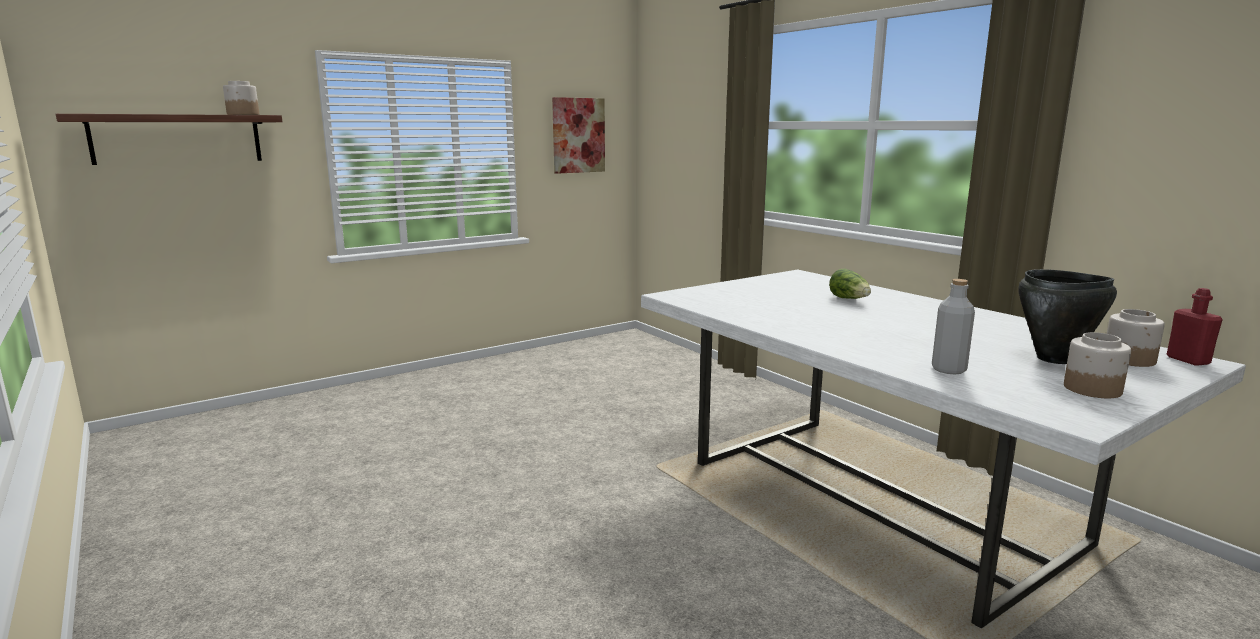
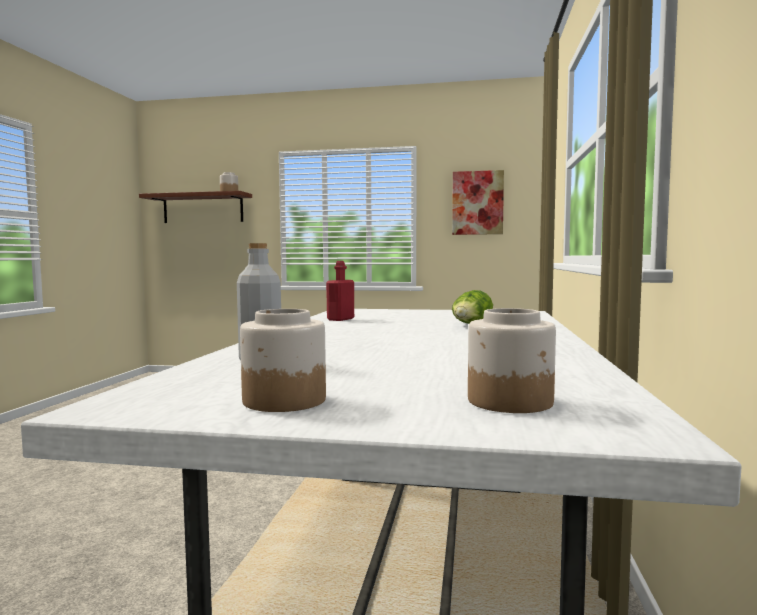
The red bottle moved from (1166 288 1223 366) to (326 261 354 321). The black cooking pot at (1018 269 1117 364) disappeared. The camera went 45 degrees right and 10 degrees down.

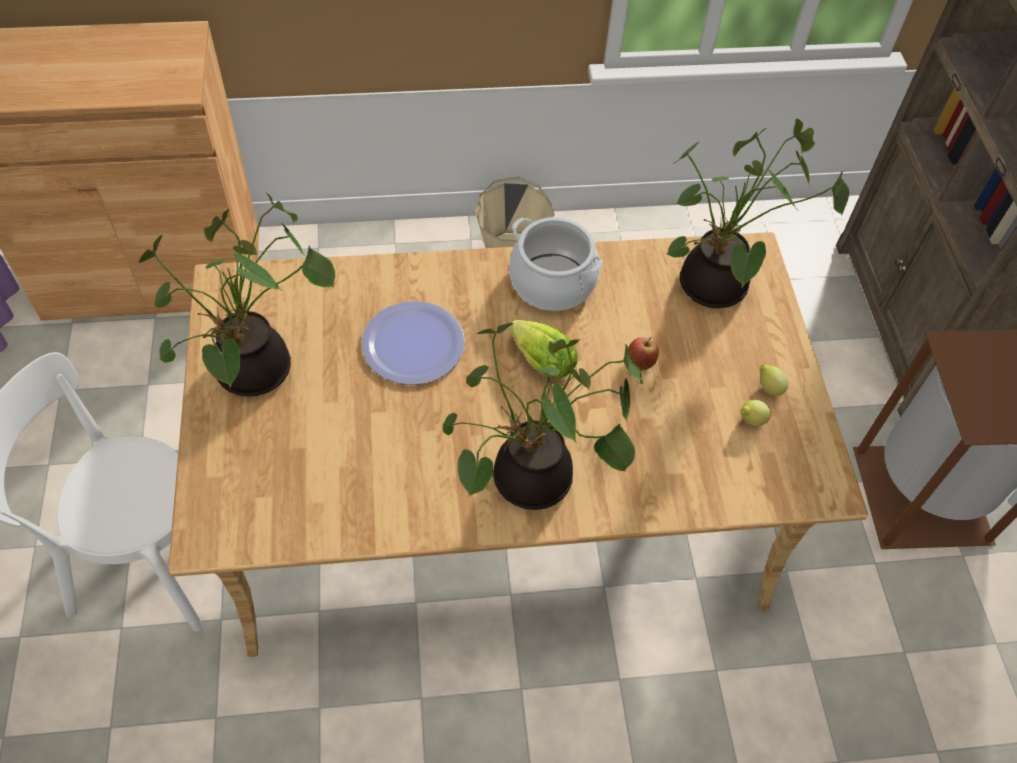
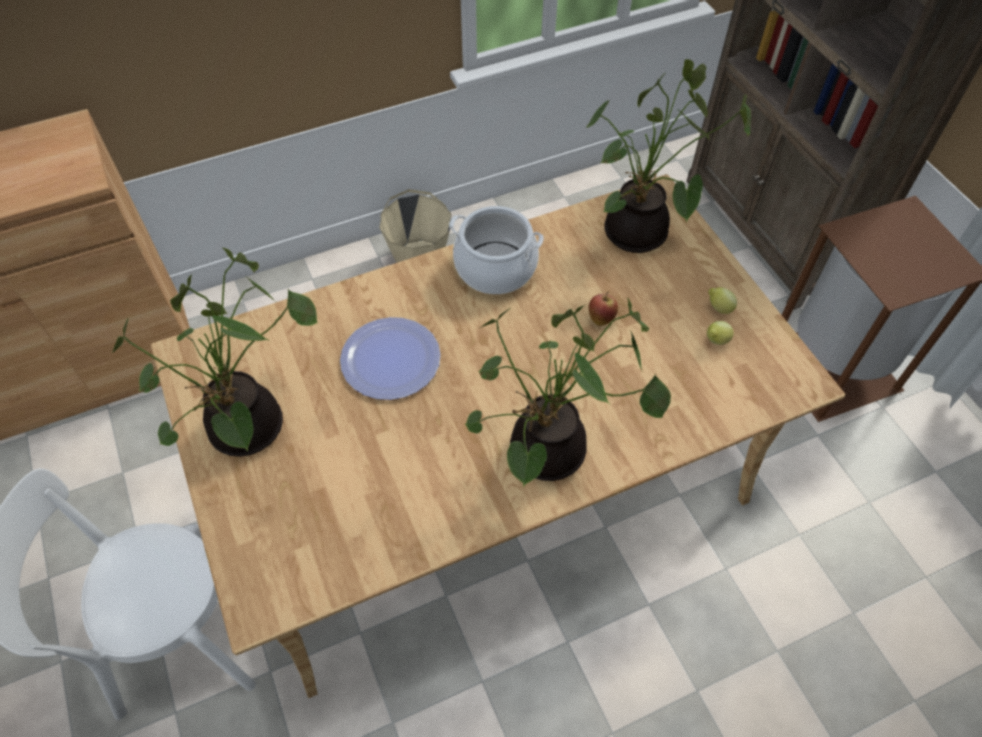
The lettuce at (509 320 578 379) disappeared. The camera went 15 degrees left and 0 degrees up.

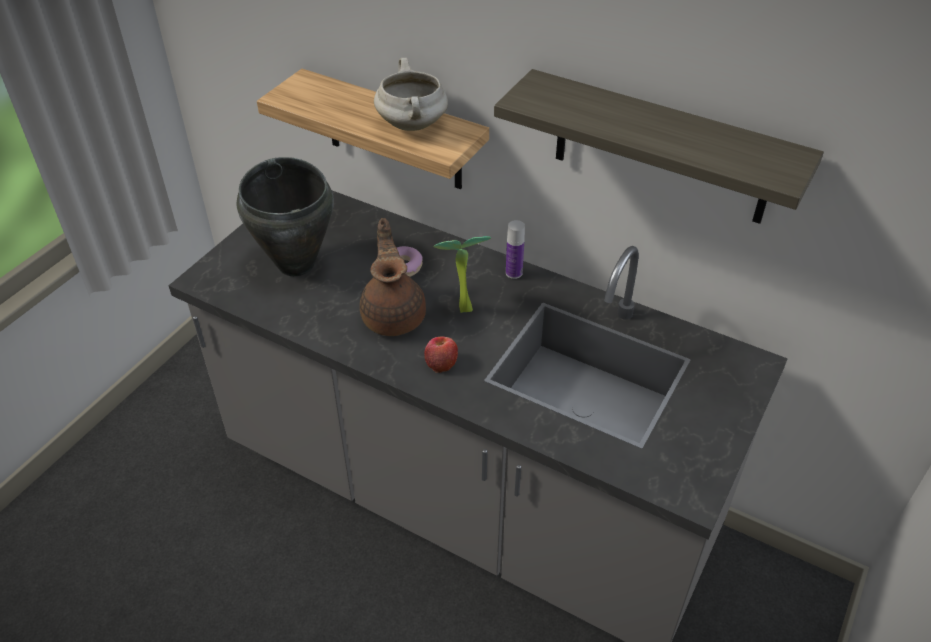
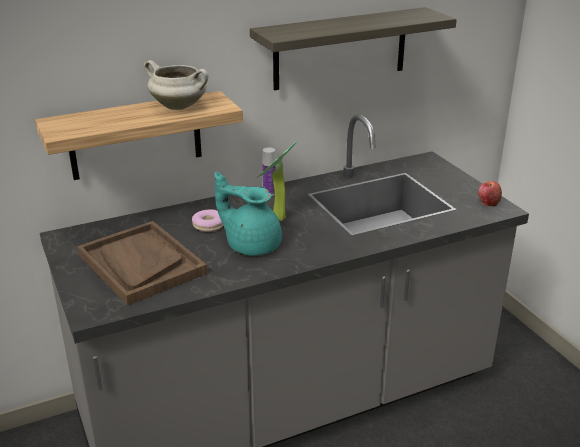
The black cooking pot at (237 157 334 276) was replaced by the brown tray at (77 221 207 306). The brown teapot at (360 218 426 336) became the turquoise teapot at (214 172 282 256). The apple moved from (424 336 458 373) to (478 181 502 207). The camera went 55 degrees left and 15 degrees down.

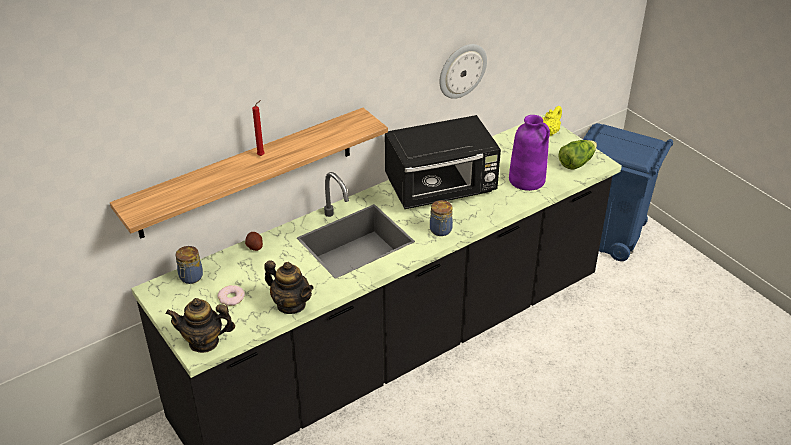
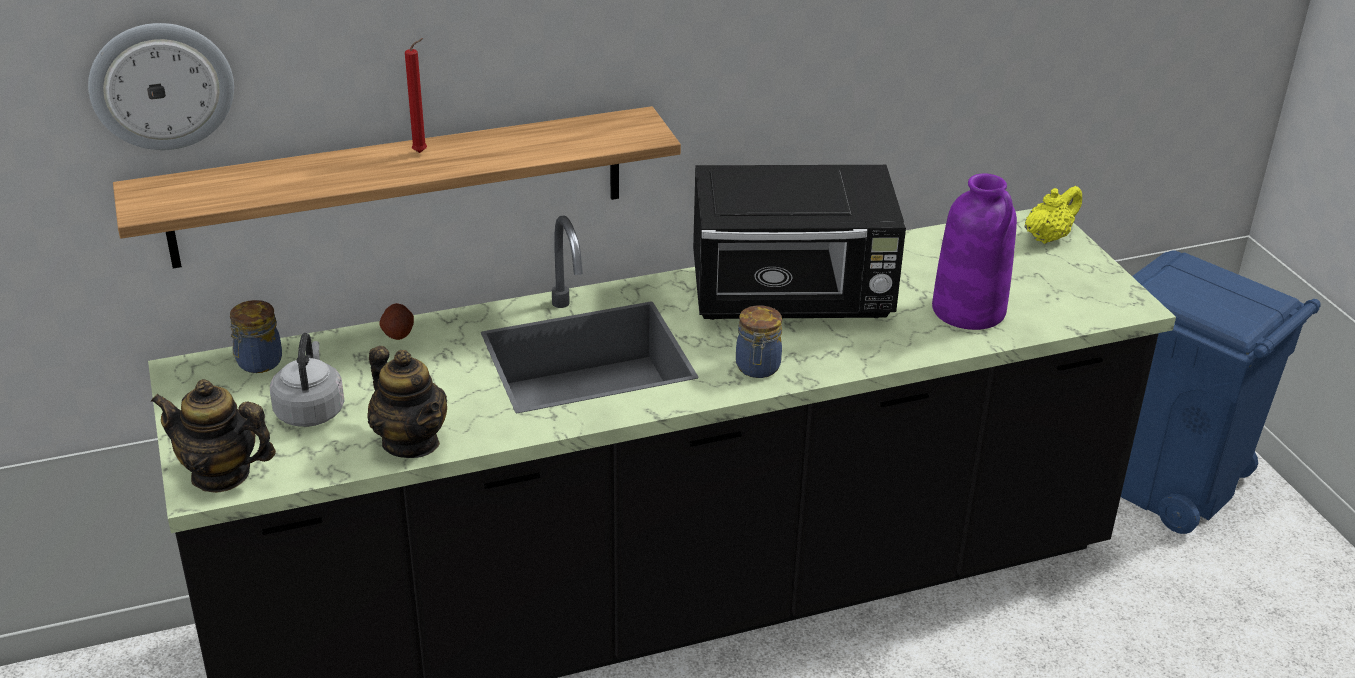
The wall clock moved from (439 44 487 99) to (88 23 234 150). The donut at (218 285 245 306) was replaced by the grey kettle at (270 333 345 427). The lettuce at (559 140 597 170) disappeared. The camera went 15 degrees right and 5 degrees down.

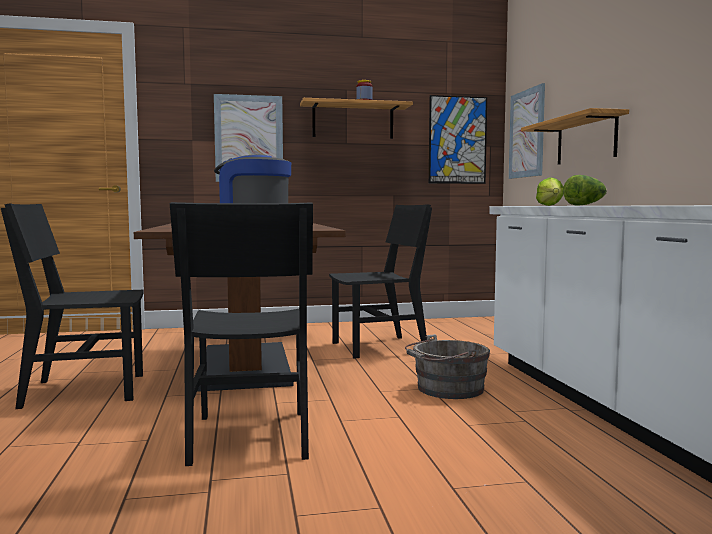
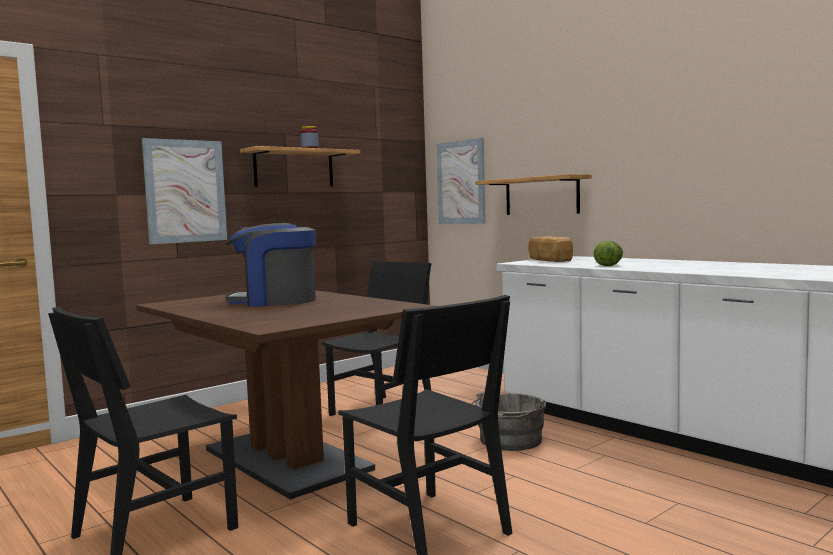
The lettuce at (536 177 564 206) was replaced by the bread at (528 236 573 262). The picture at (429 95 487 184) disappeared. The camera went 30 degrees left and 0 degrees up.

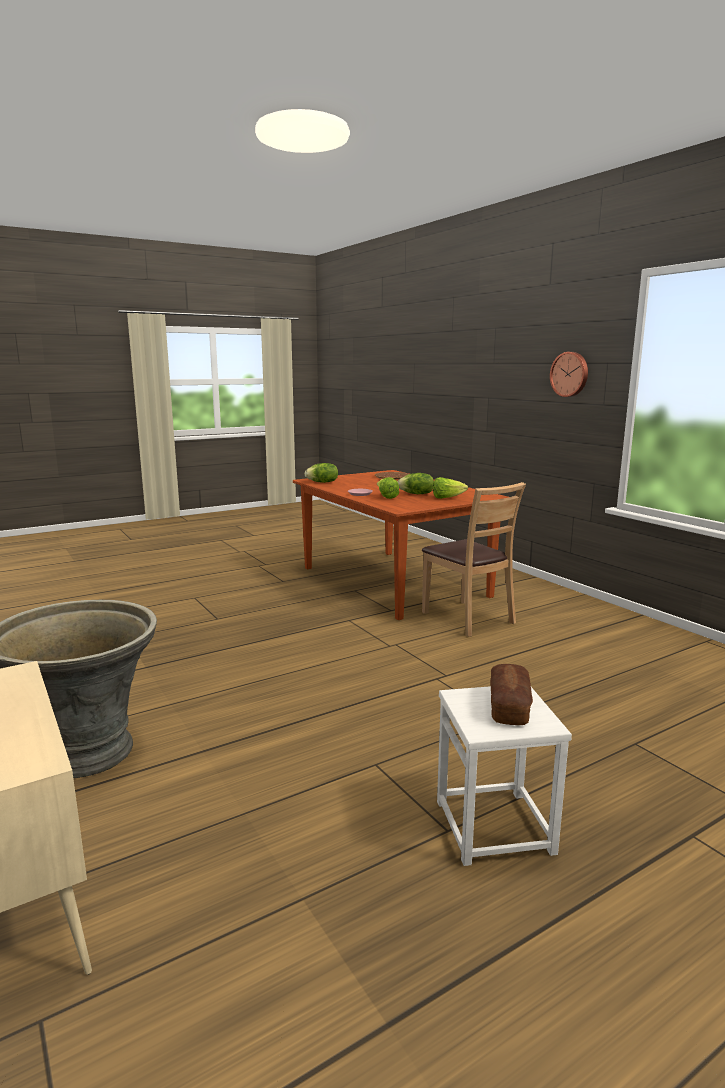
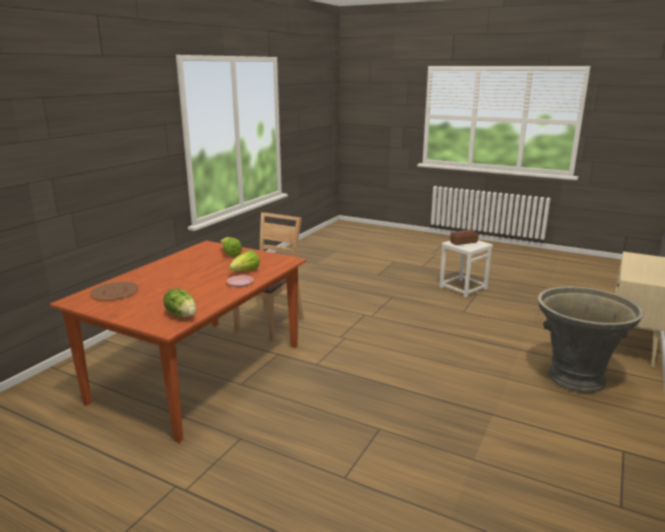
The lettuce at (397 473 434 494) disappeared. The wall clock at (550 352 588 397) disappeared. The camera went 120 degrees left and 5 degrees up.

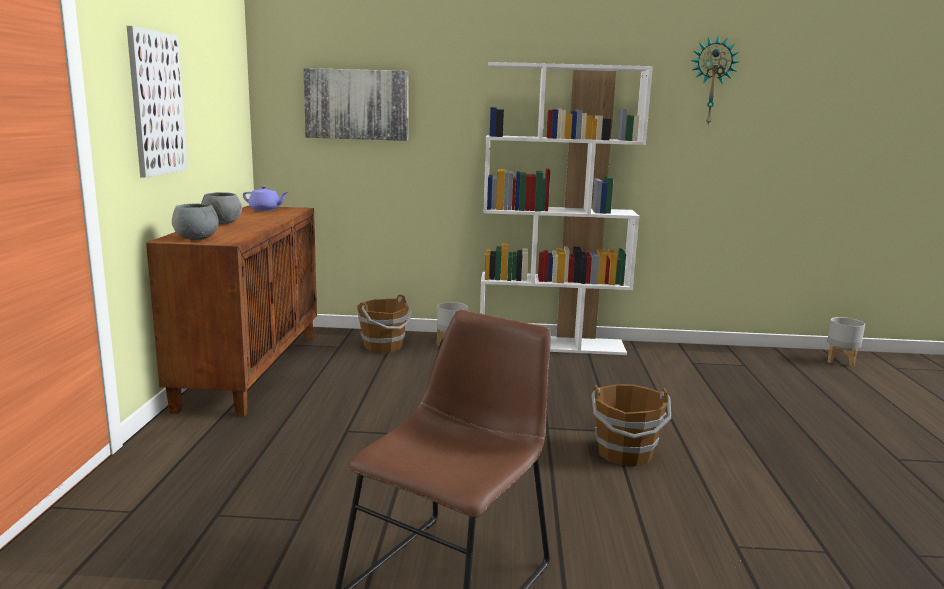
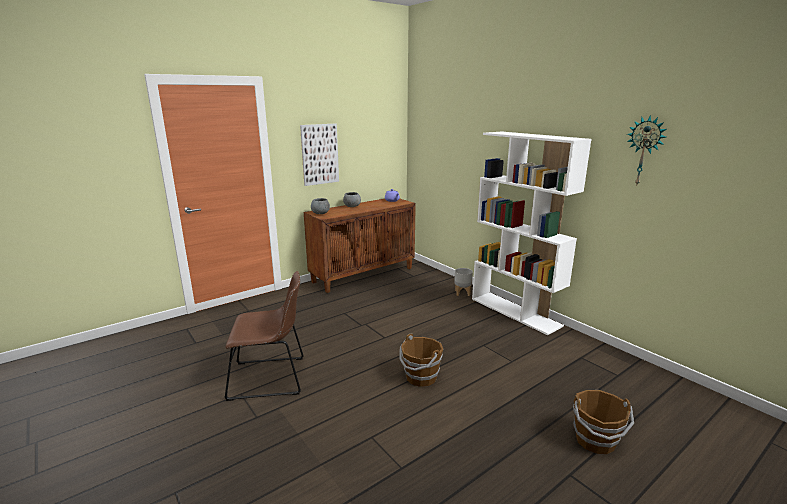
The brown bucket moved from (357 294 412 353) to (573 390 634 454). The picture at (303 68 409 141) disappeared. The grey planter at (827 317 865 367) disappeared. The camera went 50 degrees right and 5 degrees up.

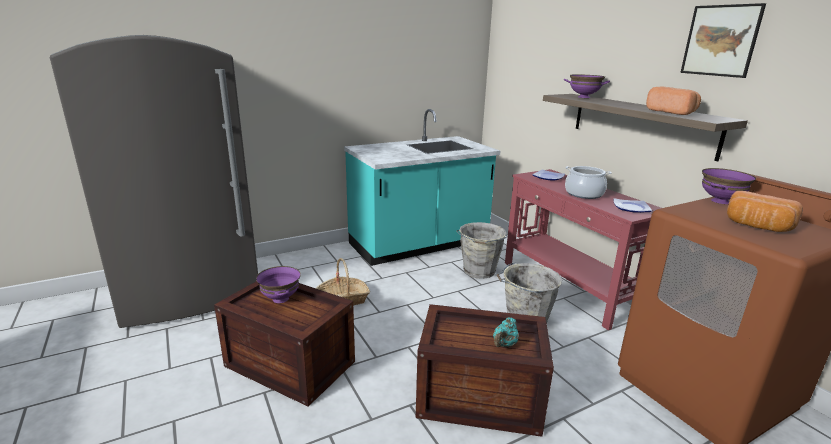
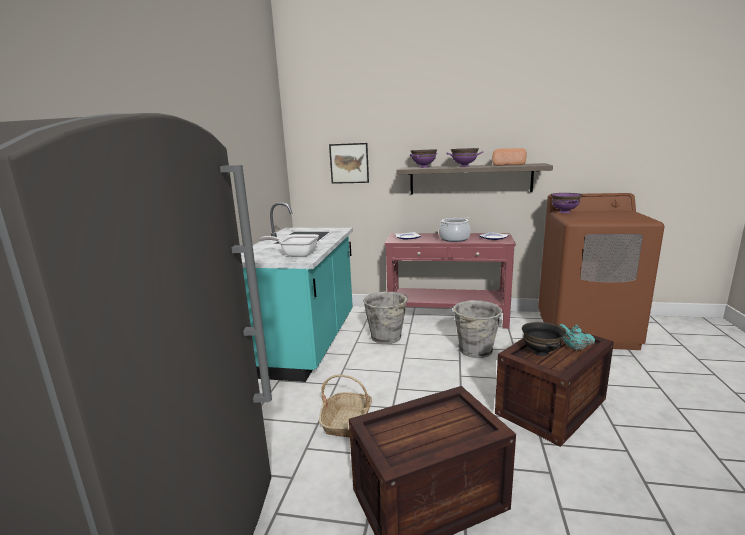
The frying pan at (259 234 319 257) appeared. The picture moved from (680 3 766 78) to (329 143 369 184). The purple bowl moved from (256 266 301 303) to (446 148 483 167). The black bowl at (522 322 565 356) appeared. The turquoise teapot at (493 317 519 348) turned 150 degrees clockwise. The bread at (727 191 803 232) disappeared. The camera went 50 degrees left and 5 degrees down.

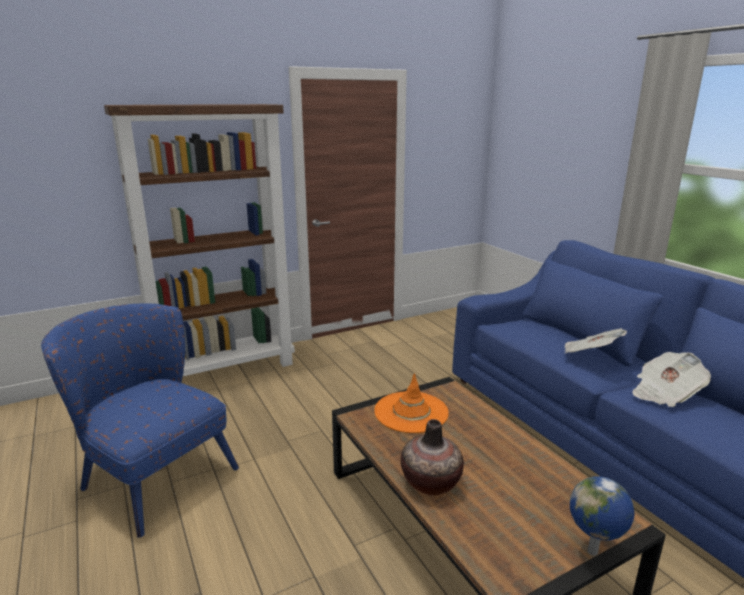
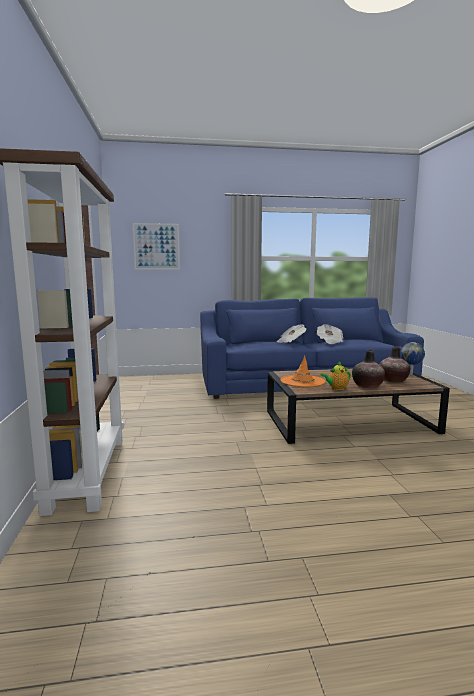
The picture at (133 223 180 270) appeared. The teapot at (320 362 351 390) appeared. The vase at (379 346 410 383) appeared. The blue armchair at (41 304 239 538) disappeared. The camera went 70 degrees left and 10 degrees down.

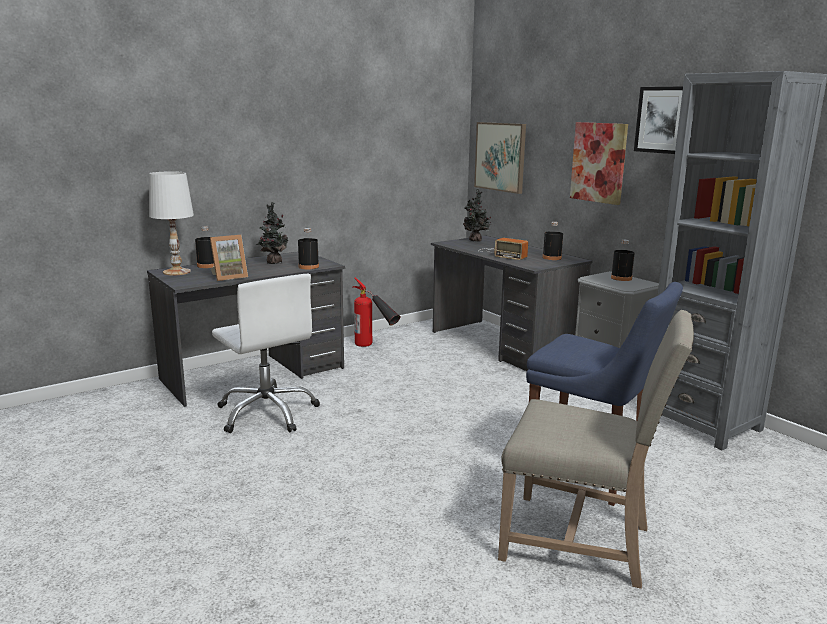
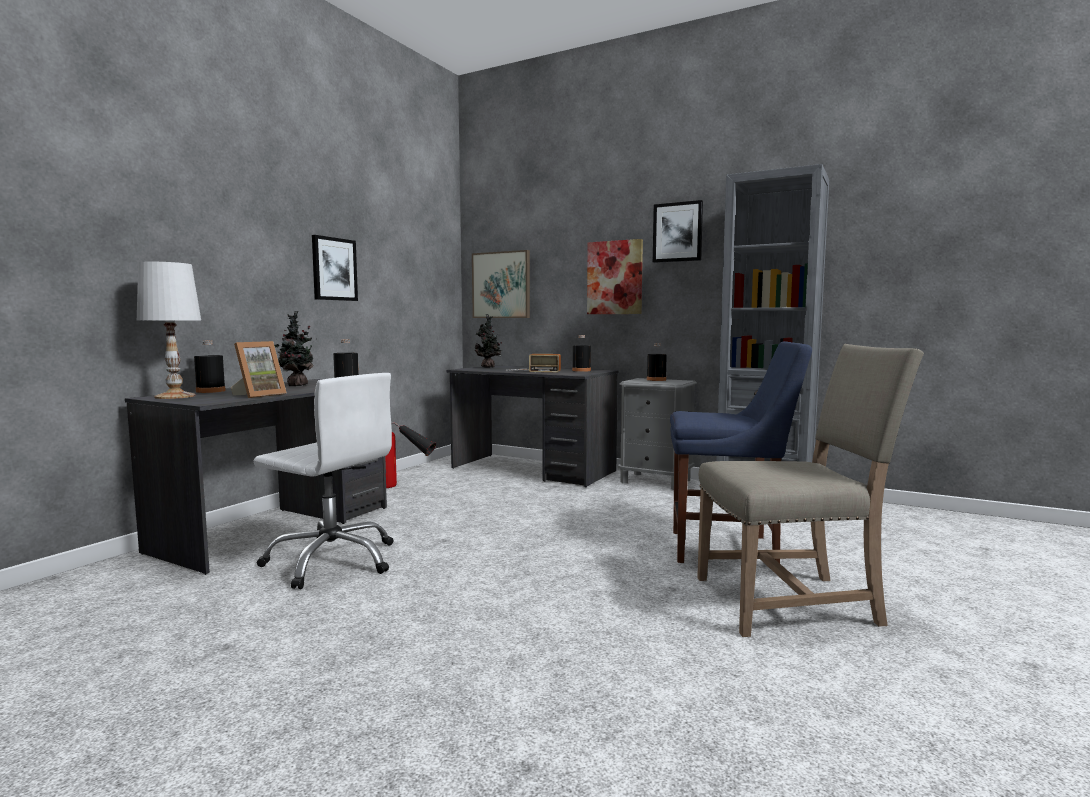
The picture at (312 235 358 301) appeared. The camera went 25 degrees left and 10 degrees down.

